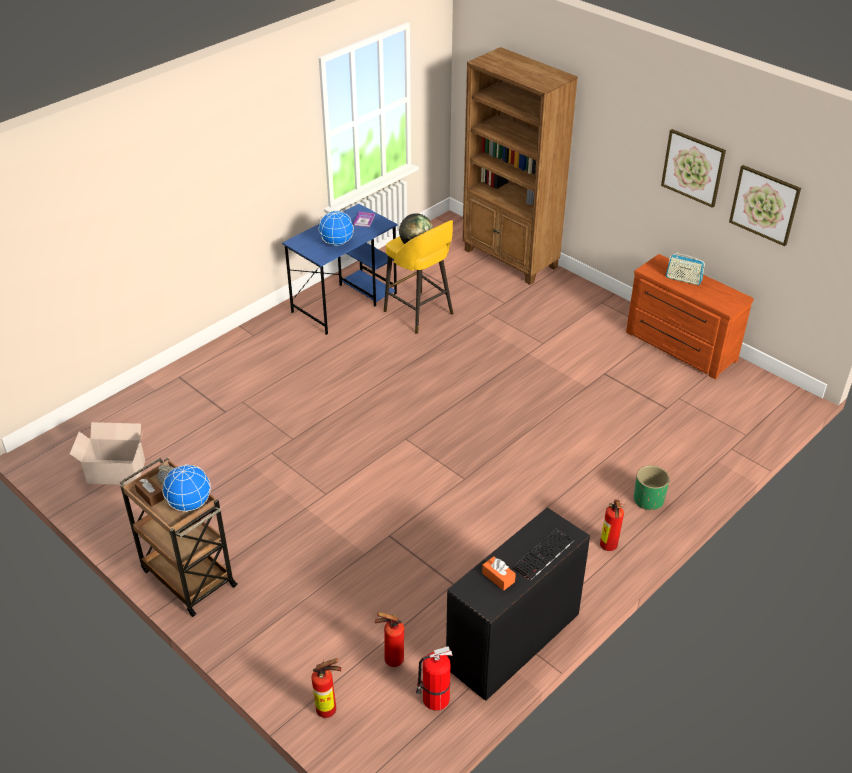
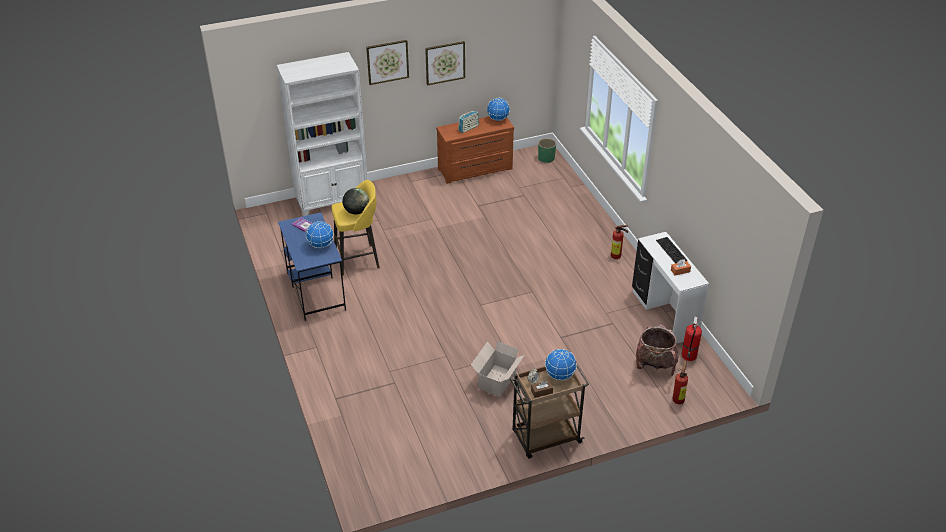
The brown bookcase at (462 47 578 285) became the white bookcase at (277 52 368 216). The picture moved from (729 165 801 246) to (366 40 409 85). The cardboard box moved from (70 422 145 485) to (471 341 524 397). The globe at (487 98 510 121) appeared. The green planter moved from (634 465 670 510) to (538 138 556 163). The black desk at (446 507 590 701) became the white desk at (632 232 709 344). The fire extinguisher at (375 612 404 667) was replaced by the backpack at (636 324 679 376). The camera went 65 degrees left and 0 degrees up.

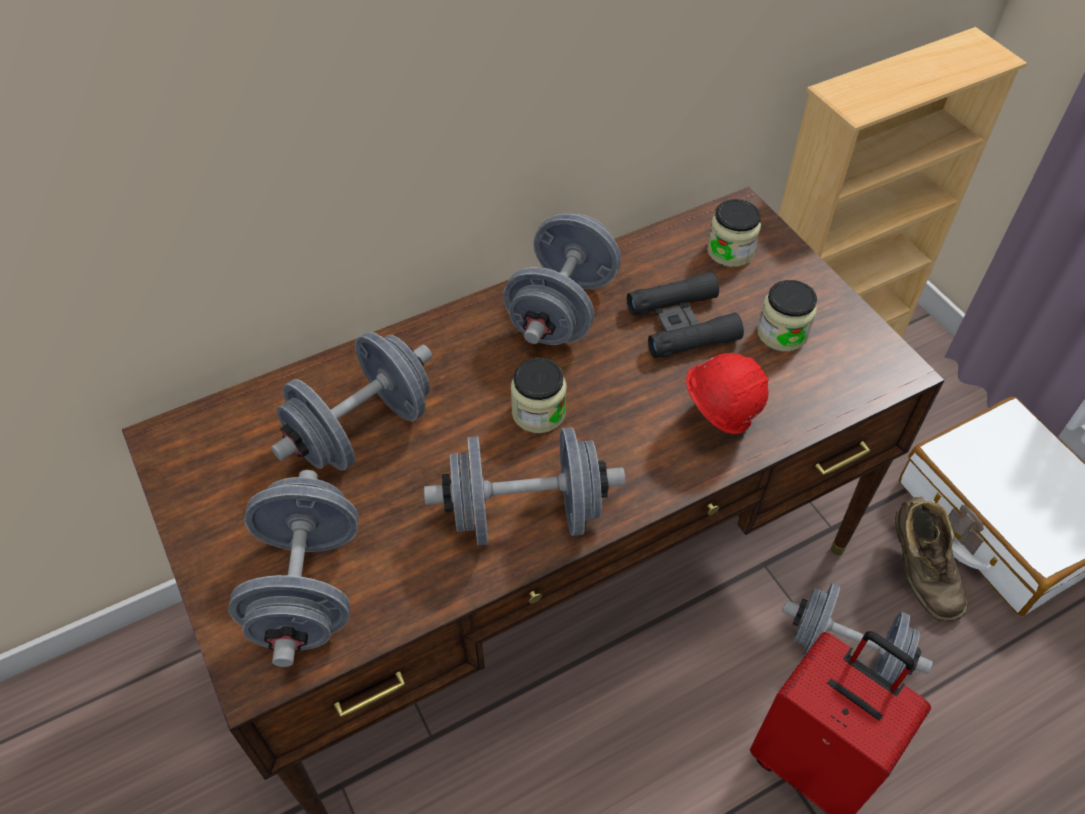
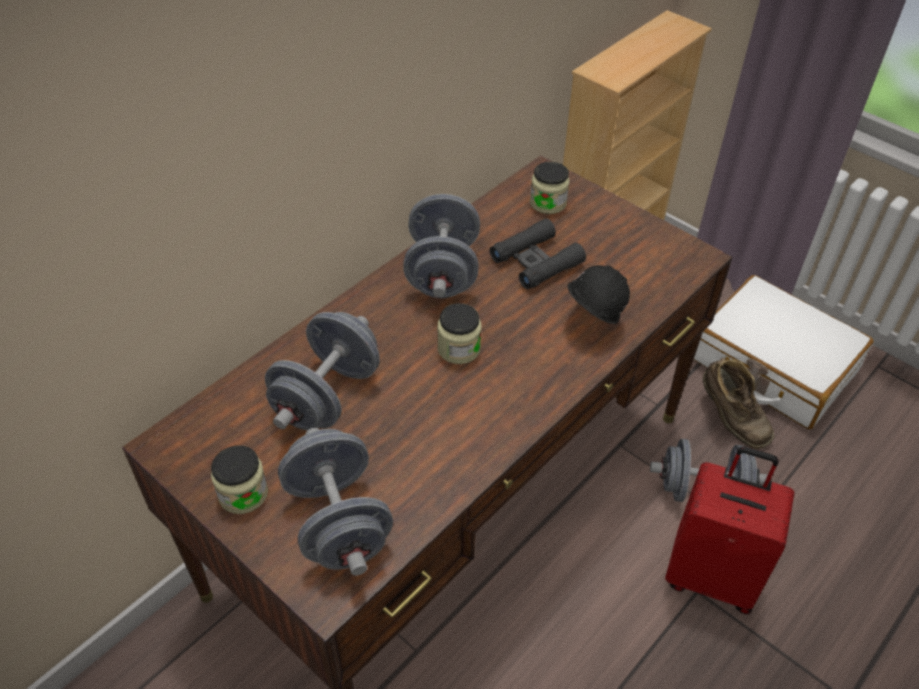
The jar moved from (757 280 817 352) to (211 445 268 514). The red hard hat at (686 353 769 434) became the black hard hat at (568 265 630 324). The grey dumbbell at (424 427 625 546) disappeared. The camera went 20 degrees left and 5 degrees down.

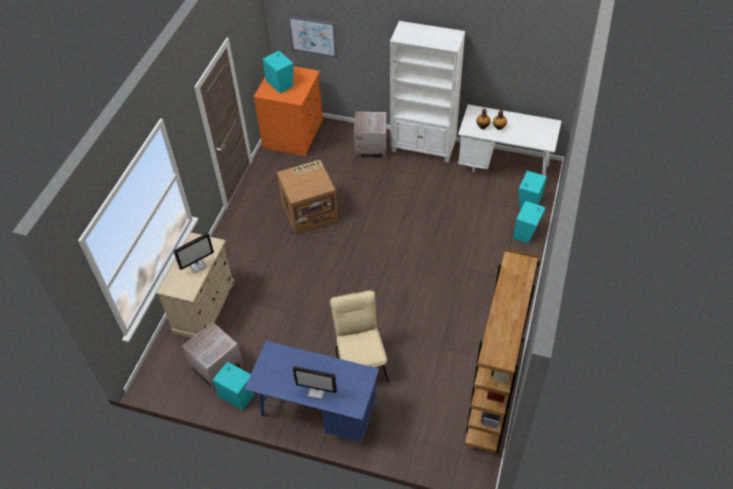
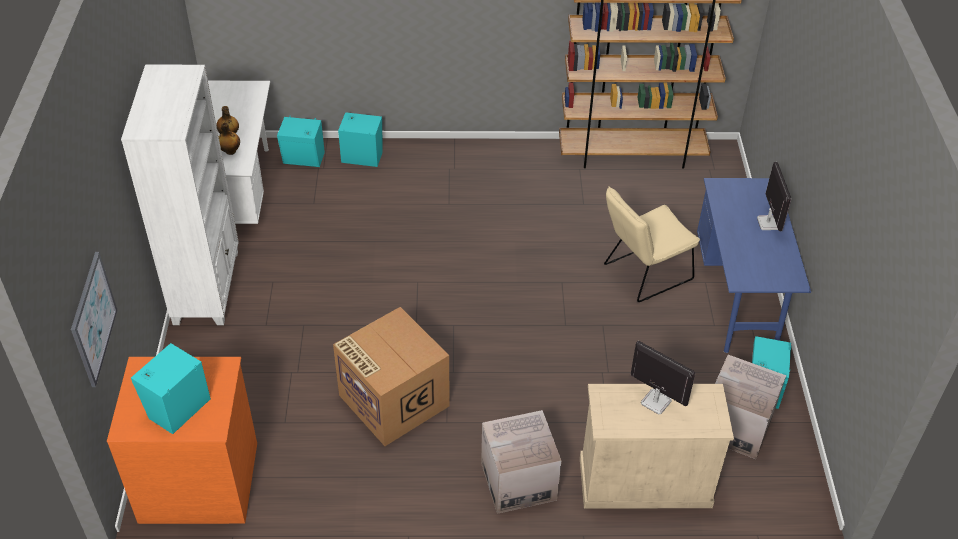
The cardboard box moved from (354 112 387 159) to (481 410 561 514). The camera went 110 degrees left and 5 degrees down.

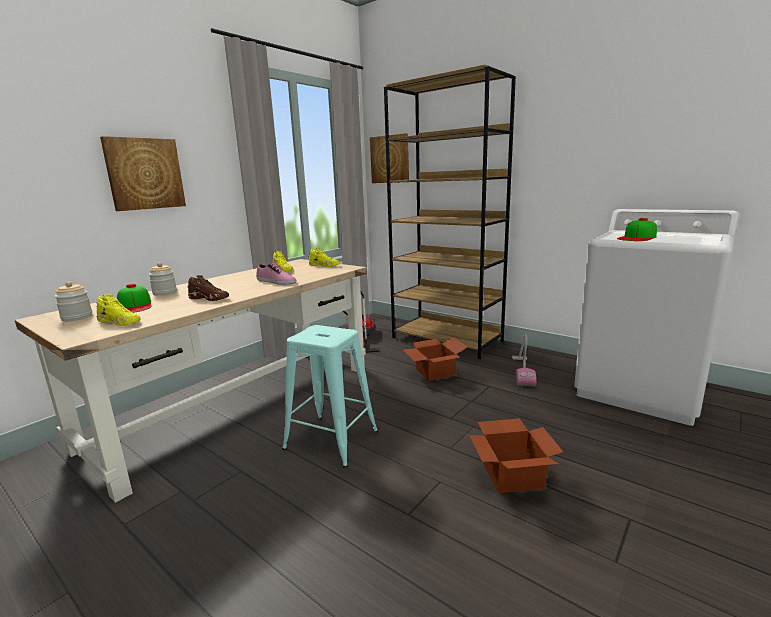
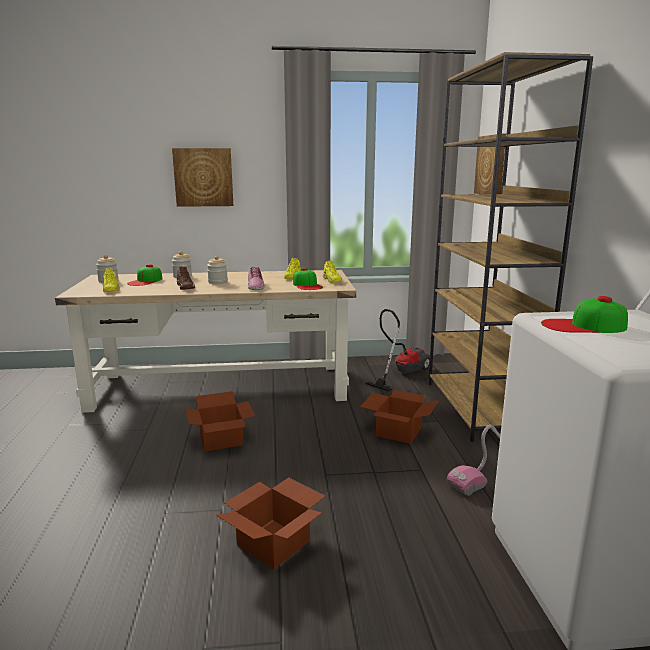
The turquoise stool at (282 325 378 468) was replaced by the cardboard box at (185 391 255 451). The jar at (207 256 228 284) appeared. The cap at (293 268 323 290) appeared. The camera went 45 degrees right and 0 degrees up.

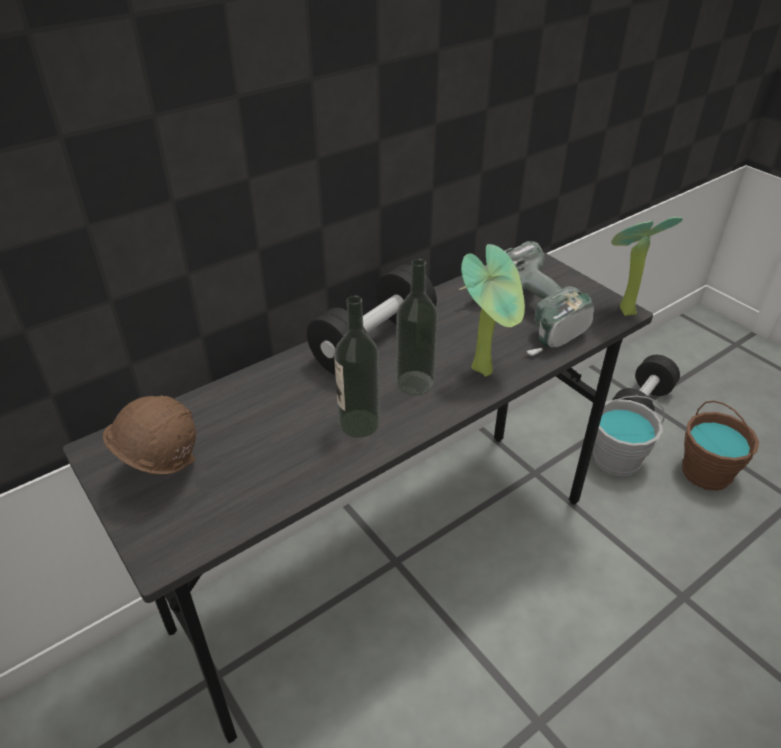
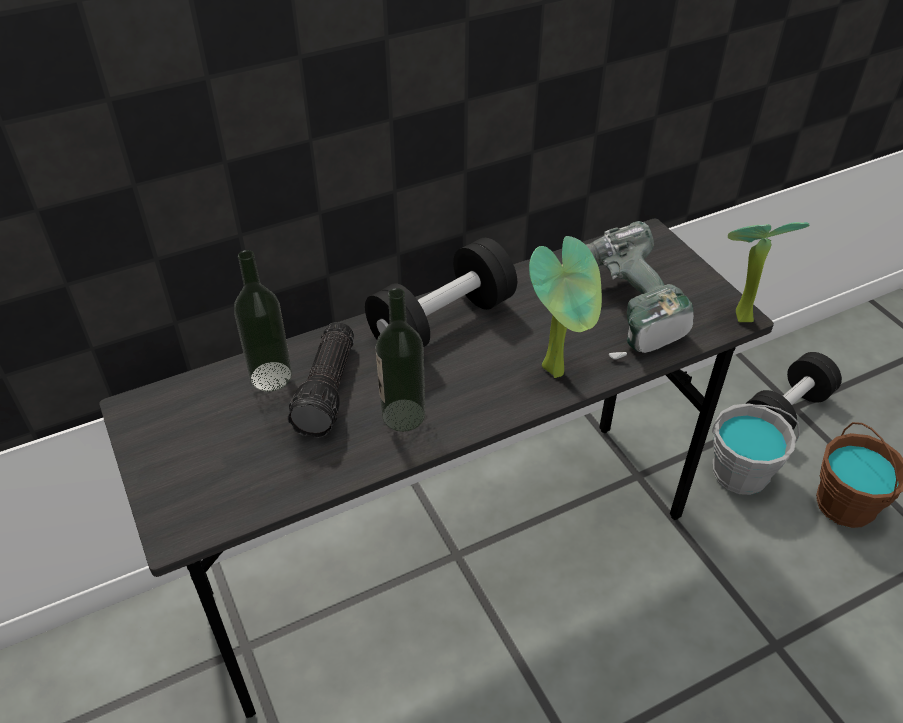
The bottle moved from (396 259 438 395) to (234 250 292 392). The flashlight at (288 322 354 438) appeared. The brown hard hat at (102 395 196 474) disappeared. The camera went 10 degrees right and 5 degrees up.

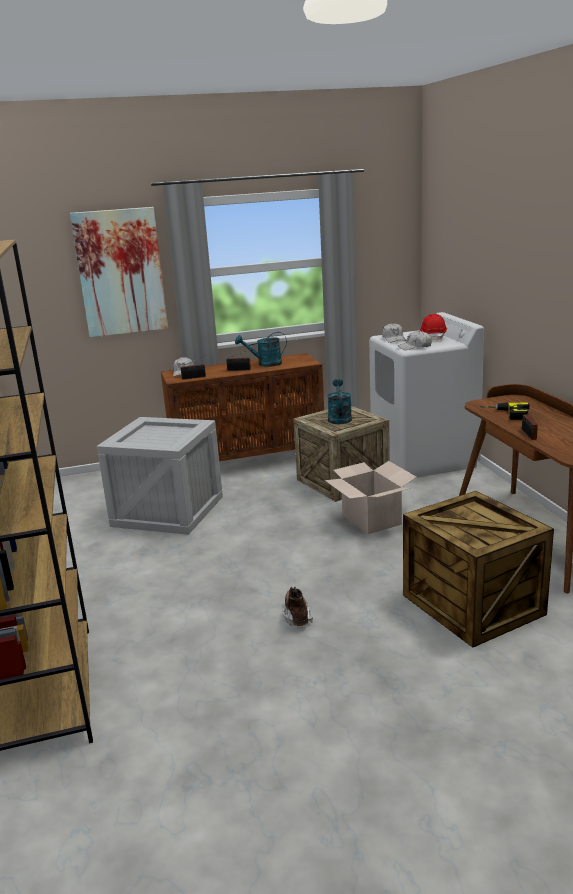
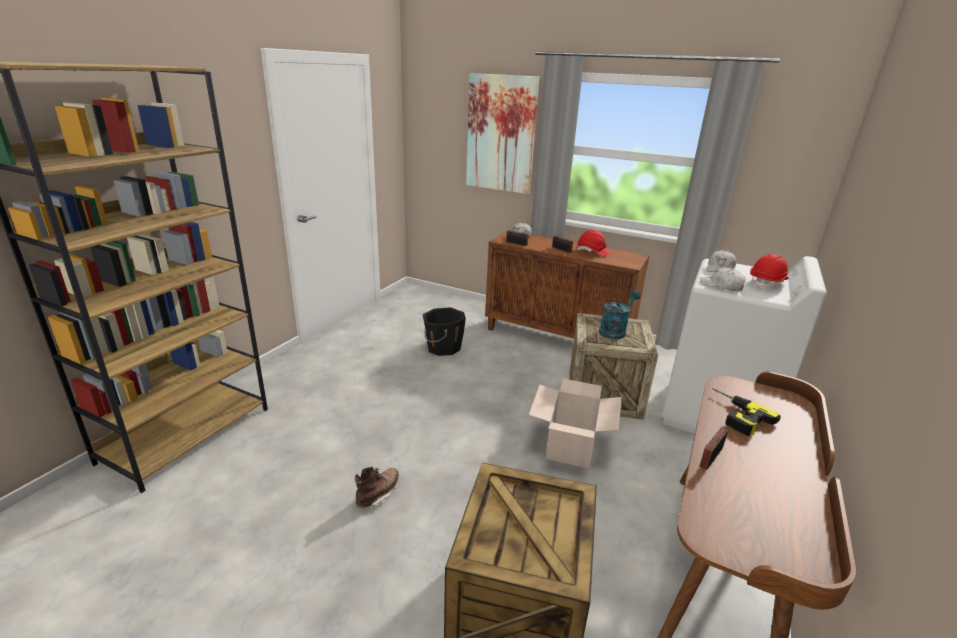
The crate at (97 417 223 535) was replaced by the black bucket at (422 307 466 356). The turquoise watering can at (235 332 287 367) was replaced by the red hard hat at (577 230 609 257). The camera went 40 degrees right and 5 degrees up.

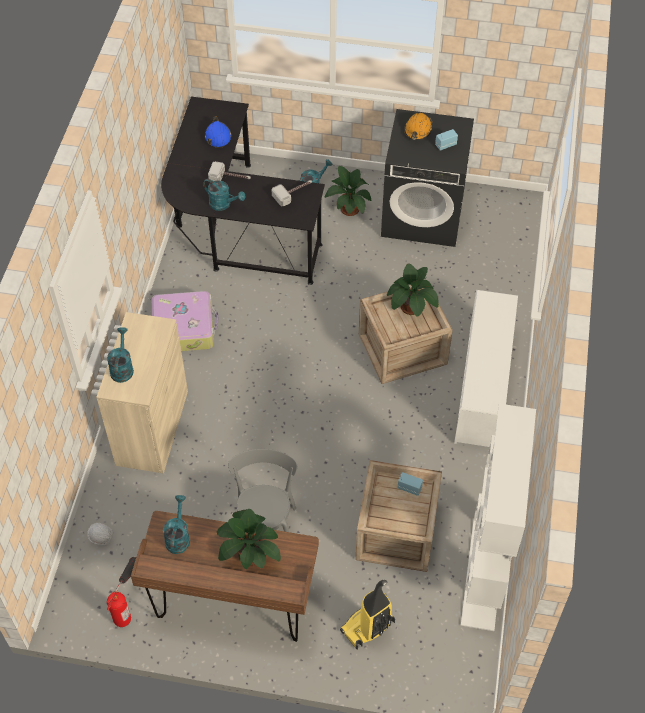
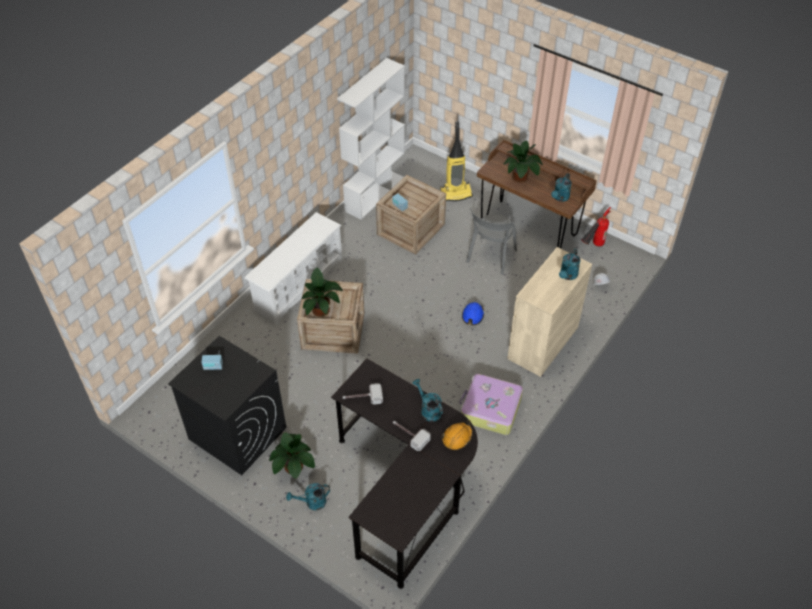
The orange hard hat moved from (404 113 432 140) to (441 420 473 450). The blue hard hat moved from (205 116 232 148) to (462 302 484 325). The camera went 155 degrees left and 5 degrees down.

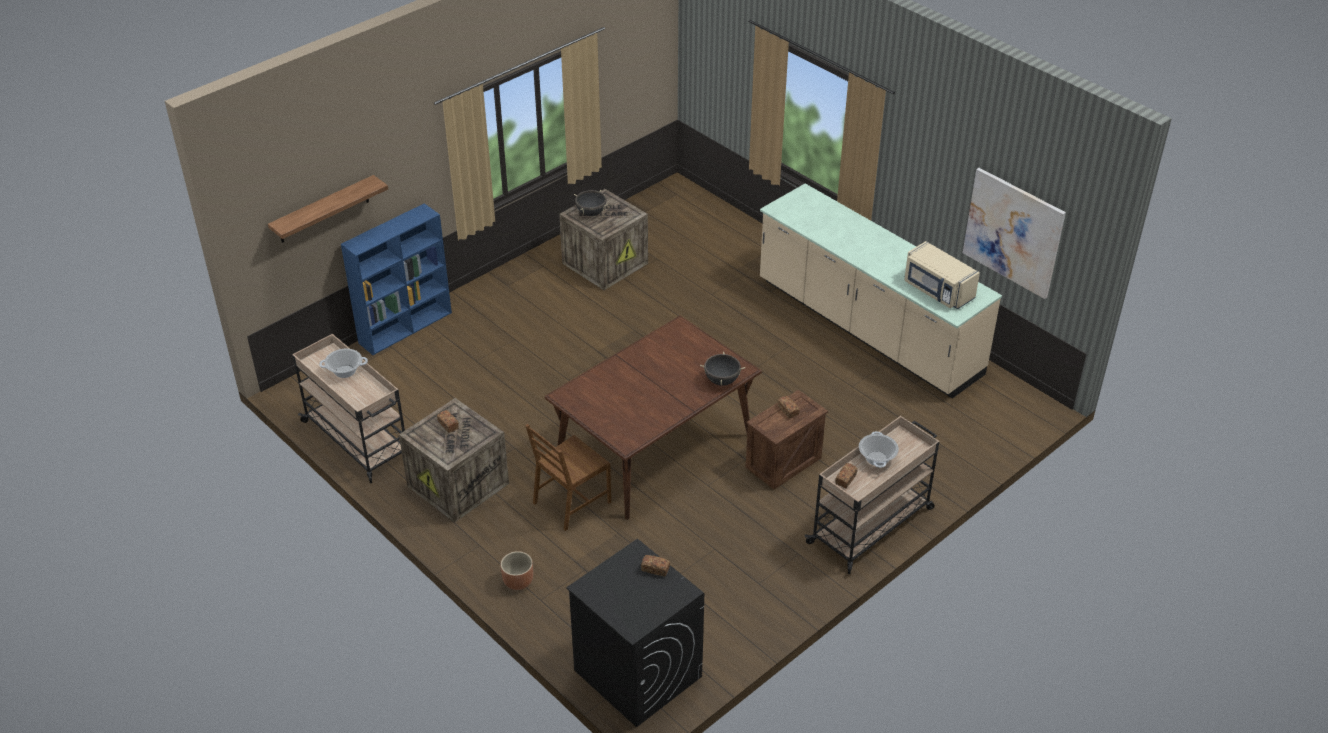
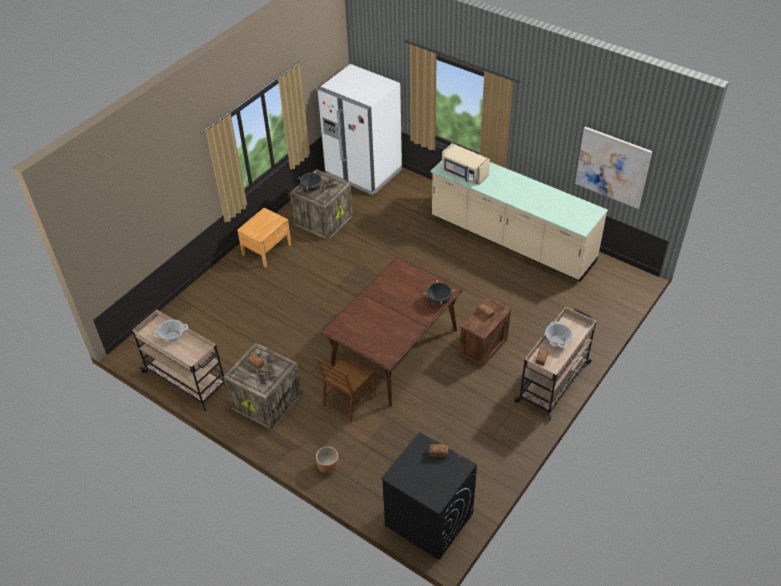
The brown nightstand at (237 208 292 268) appeared. The white fridge at (317 64 402 195) appeared. The beige microwave moved from (905 241 980 309) to (442 143 490 185). The shelf at (268 175 388 243) disappeared. The blue bookcase at (341 203 452 355) disappeared. The camera went 10 degrees left and 5 degrees up.

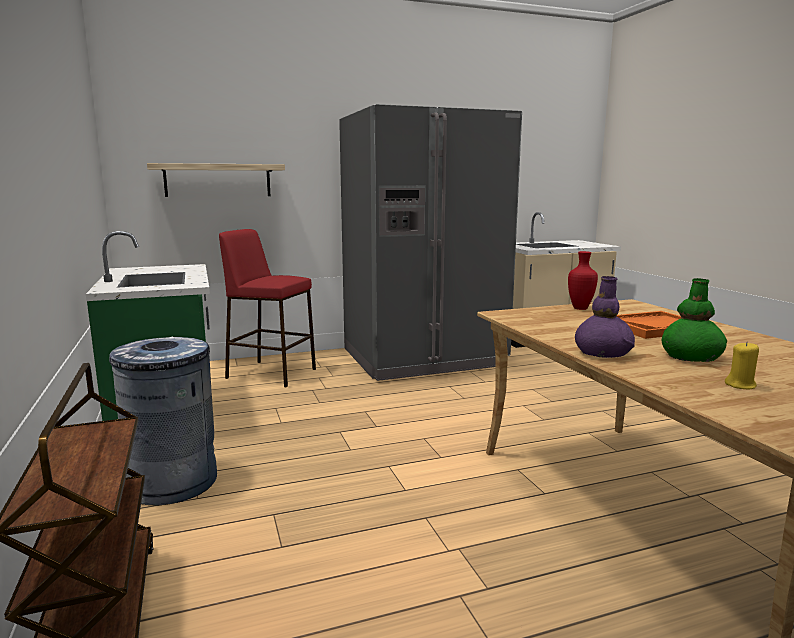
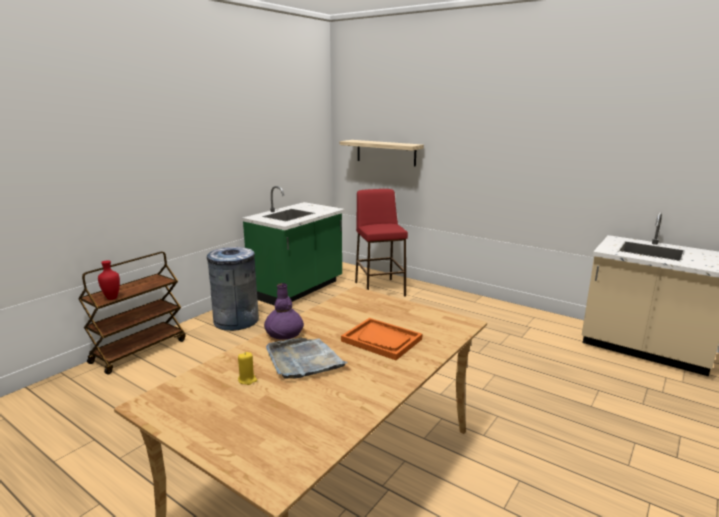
The red vase moved from (568 251 598 310) to (98 260 120 300). The green vase at (662 278 727 362) was replaced by the grey tray at (266 338 348 379). The grey fridge at (339 104 522 381) disappeared. The camera went 55 degrees right and 5 degrees up.

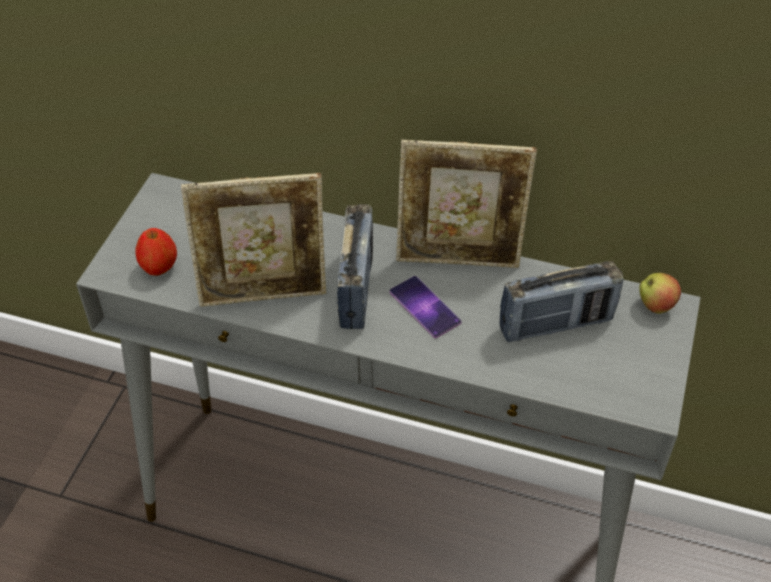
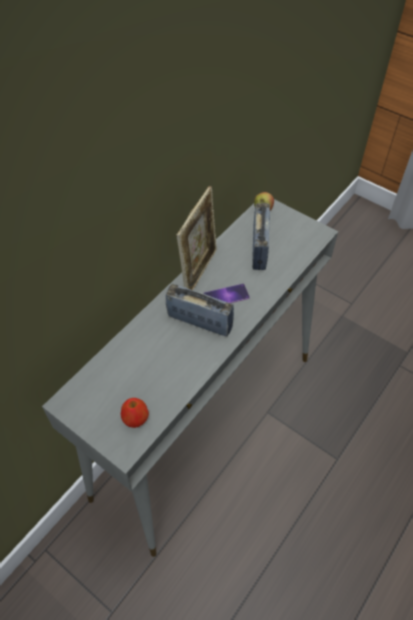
The picture frame at (181 173 326 307) disappeared. The camera went 70 degrees left and 5 degrees up.

